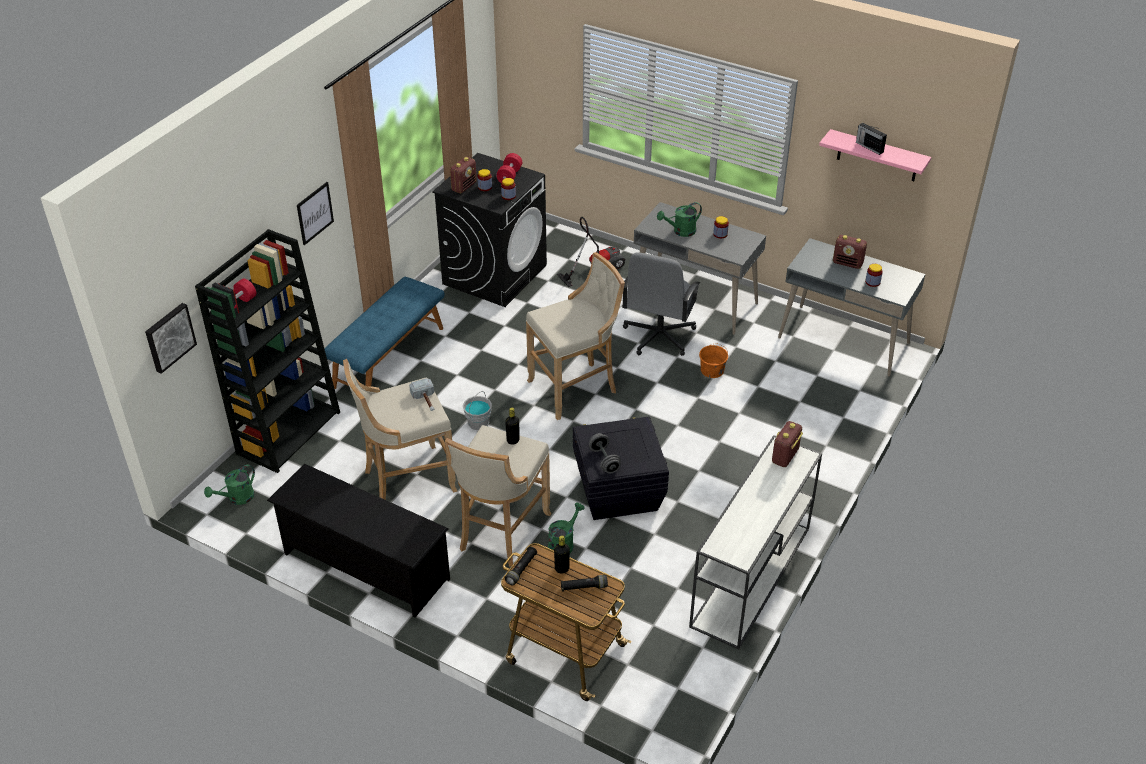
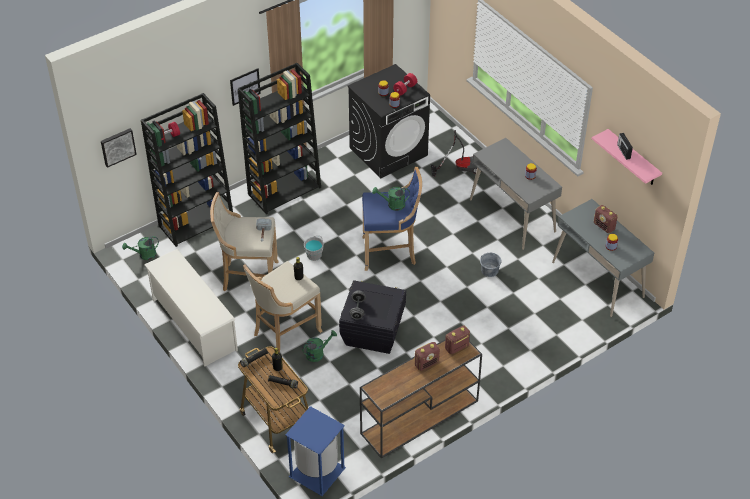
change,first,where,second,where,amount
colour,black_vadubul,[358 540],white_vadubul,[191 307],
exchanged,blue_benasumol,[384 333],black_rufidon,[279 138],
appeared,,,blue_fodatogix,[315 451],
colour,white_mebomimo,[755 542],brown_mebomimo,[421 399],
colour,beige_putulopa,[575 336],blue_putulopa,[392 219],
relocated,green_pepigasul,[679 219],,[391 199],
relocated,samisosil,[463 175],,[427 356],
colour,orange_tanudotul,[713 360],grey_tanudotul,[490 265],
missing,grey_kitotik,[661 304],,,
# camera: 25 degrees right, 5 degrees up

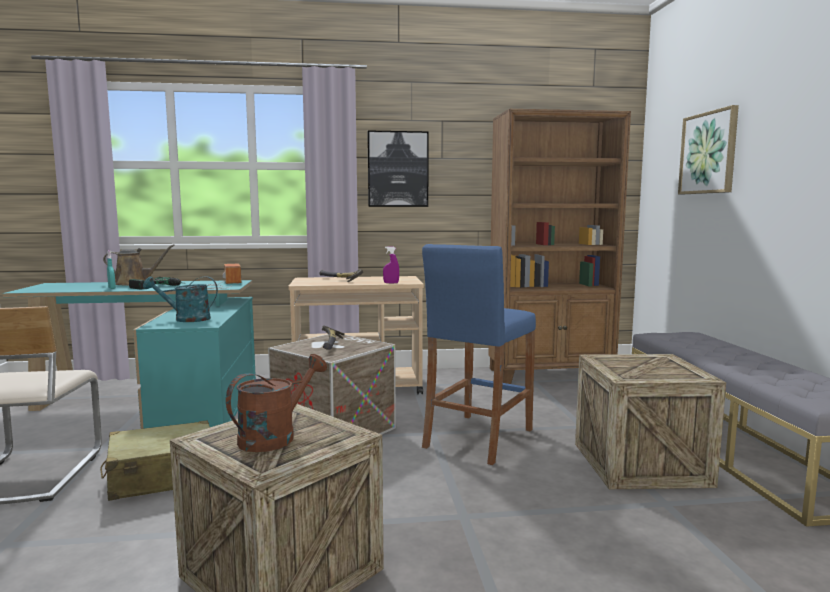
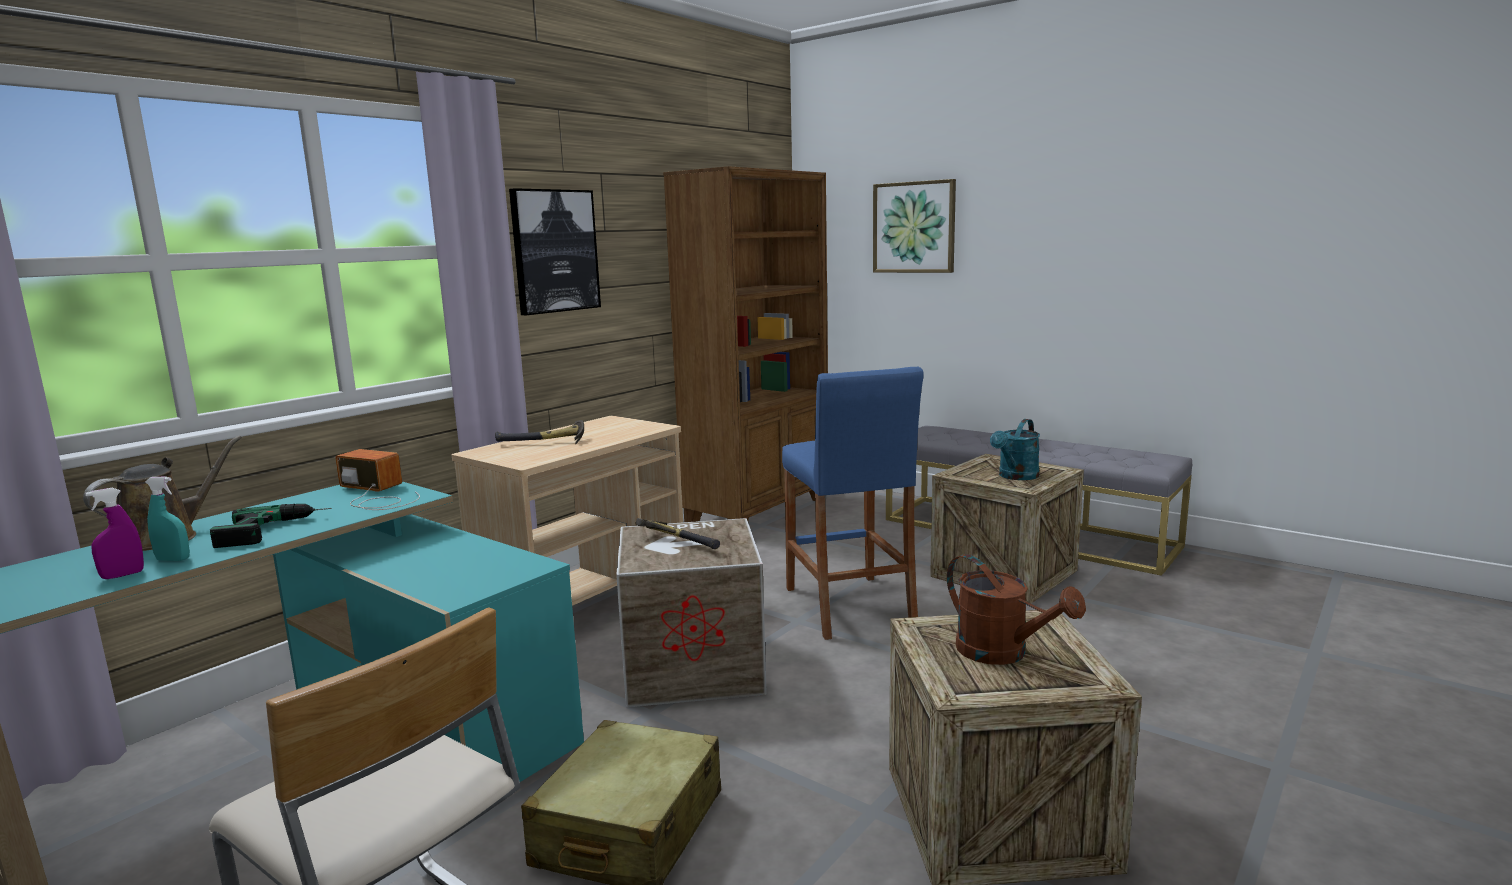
change,first,where,second,where,amount
relocated,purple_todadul,[391 264],,[114 533],
spun,brown_pepigasul,[276 403],,[1016 609],150 degrees clockwise
relocated,turquoise_pepigasul,[180 299],,[1015 449],
# camera: 45 degrees left, 5 degrees up

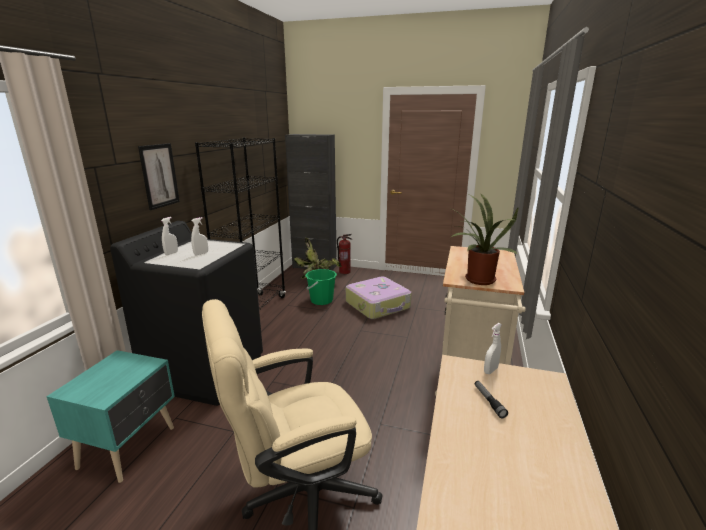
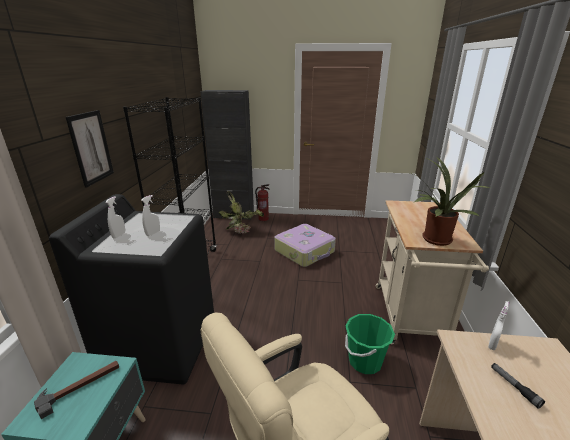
change,first,where,second,where,amount
appeared,,,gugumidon,[76 390],
relocated,green_tanudotul,[321 287],,[370 344],
# camera: 10 degrees left, 5 degrees up

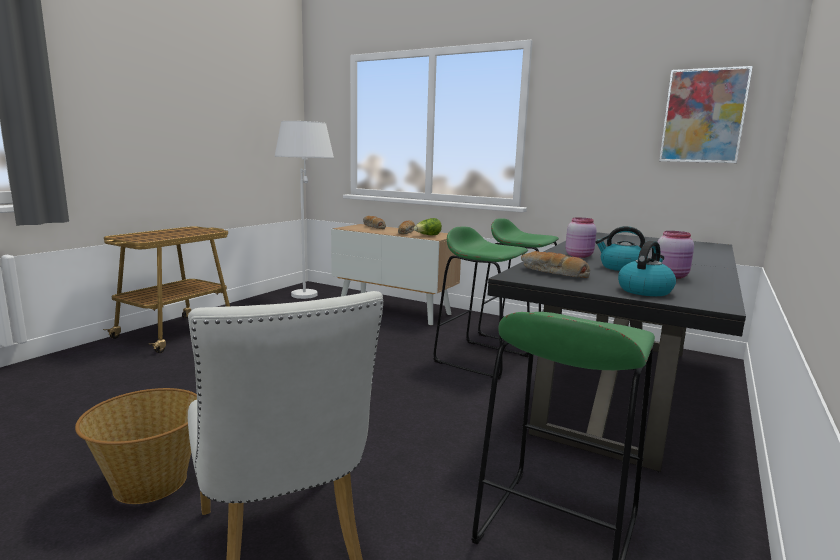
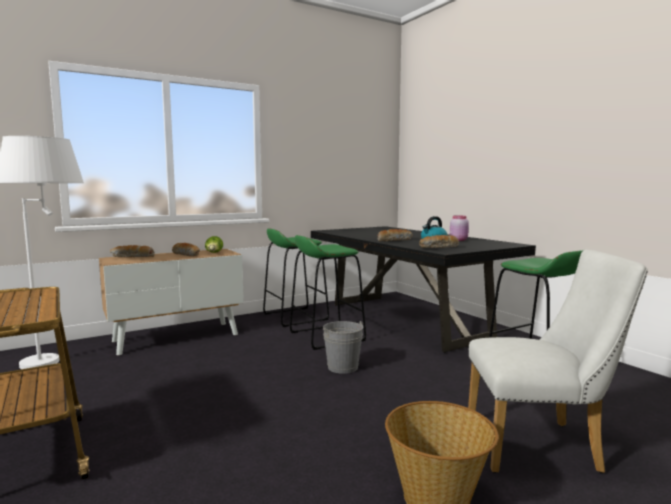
change,first,where,second,where,amount
appeared,,,grey_tanudotul,[343 347],
exchanged,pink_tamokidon,[581 238],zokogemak,[394 235],
missing,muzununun,[647 268],,,
missing,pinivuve,[706 114],,,
# camera: 60 degrees left, 5 degrees down

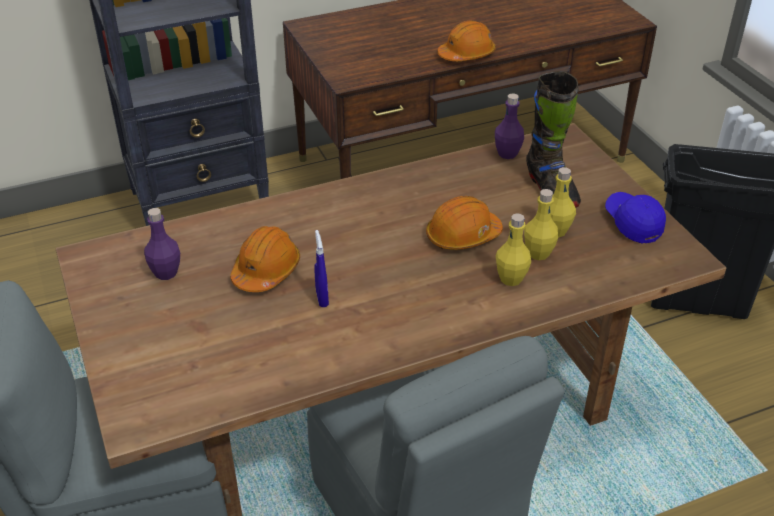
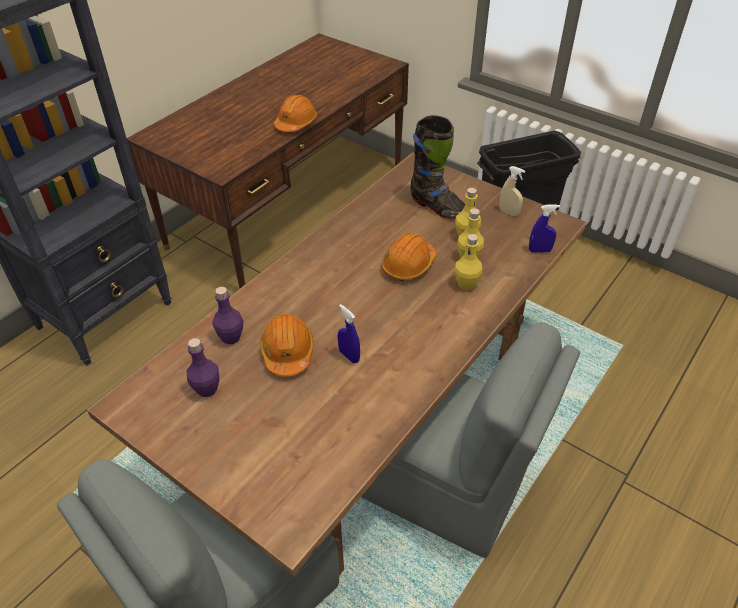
change,first,where,second,where,amount
relocated,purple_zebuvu,[509 126],,[227 315],
exchanged,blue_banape,[635 218],beige_todadul,[512 191],
appeared,,,blue_todadul,[544 228],
# camera: 30 degrees left, 5 degrees up

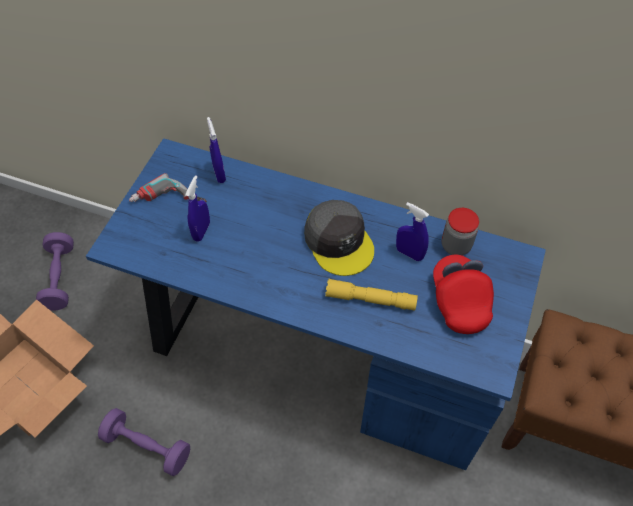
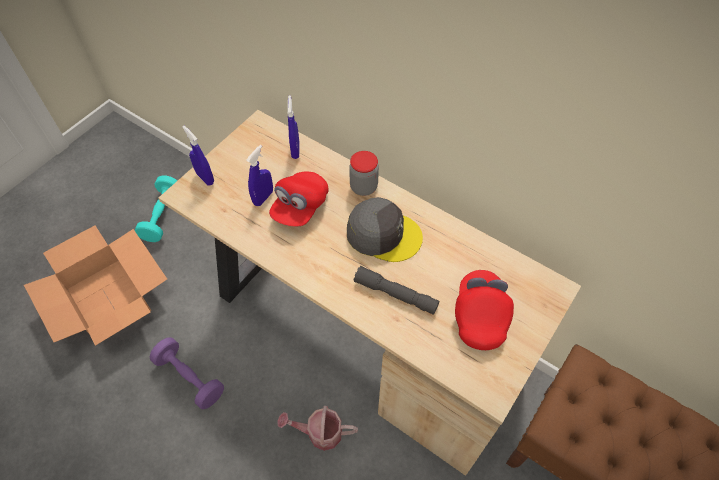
change,first,where,second,where,amount
colour,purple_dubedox,[55 271],turquoise_dubedox,[156 209],
colour,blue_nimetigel,[316 304],beige_nimetigel,[370 293],
relocated,blue_todadul,[412 231],,[198 156],
appeared,,,red_banape,[298 199],
appeared,,,pepigasul,[317 428],
spun,grey_banape,[339 238],,[385 229],60 degrees counterclockwise
relocated,tamokidon,[460 232],,[364 173],
colour,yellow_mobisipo,[371 295],grey_mobisipo,[396 290],
missing,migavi,[168 187],,,
# camera: 15 degrees right, 0 degrees up

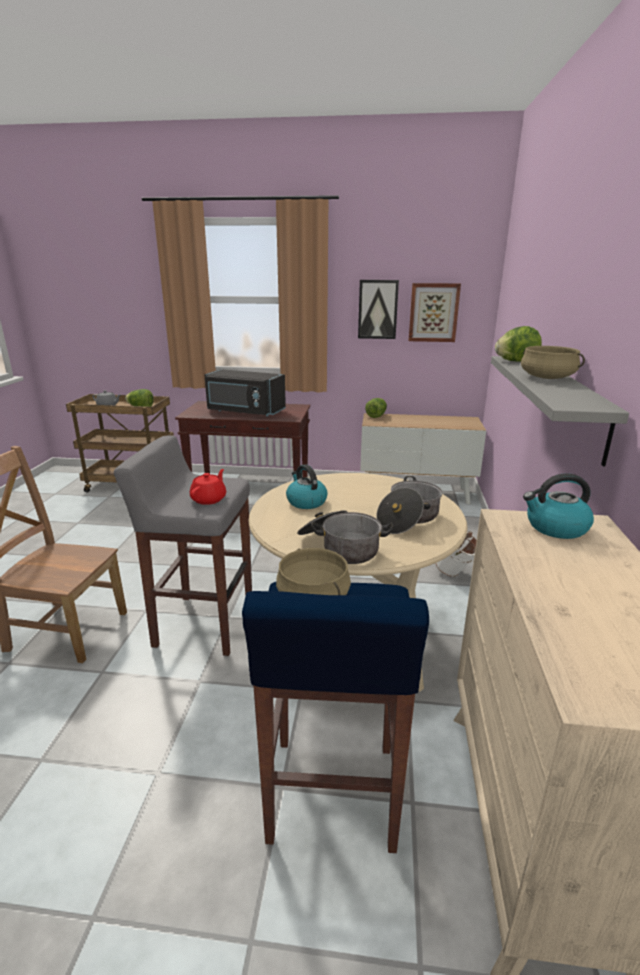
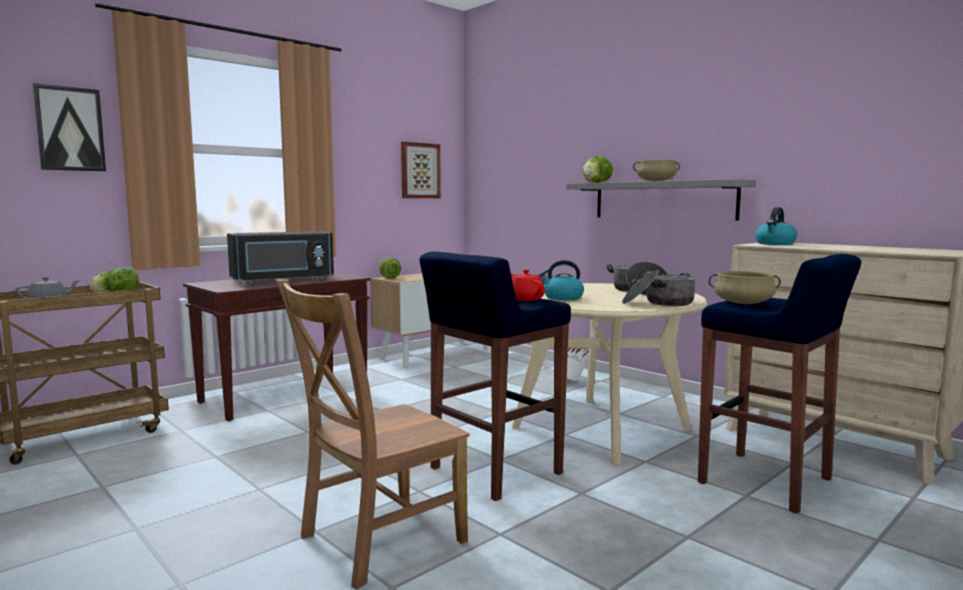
change,first,where,second,where,amount
relocated,pinivuve,[378 309],,[69 127],
colour,grey_putulopa,[183 545],blue_putulopa,[495 376],
# camera: 50 degrees left, 15 degrees down

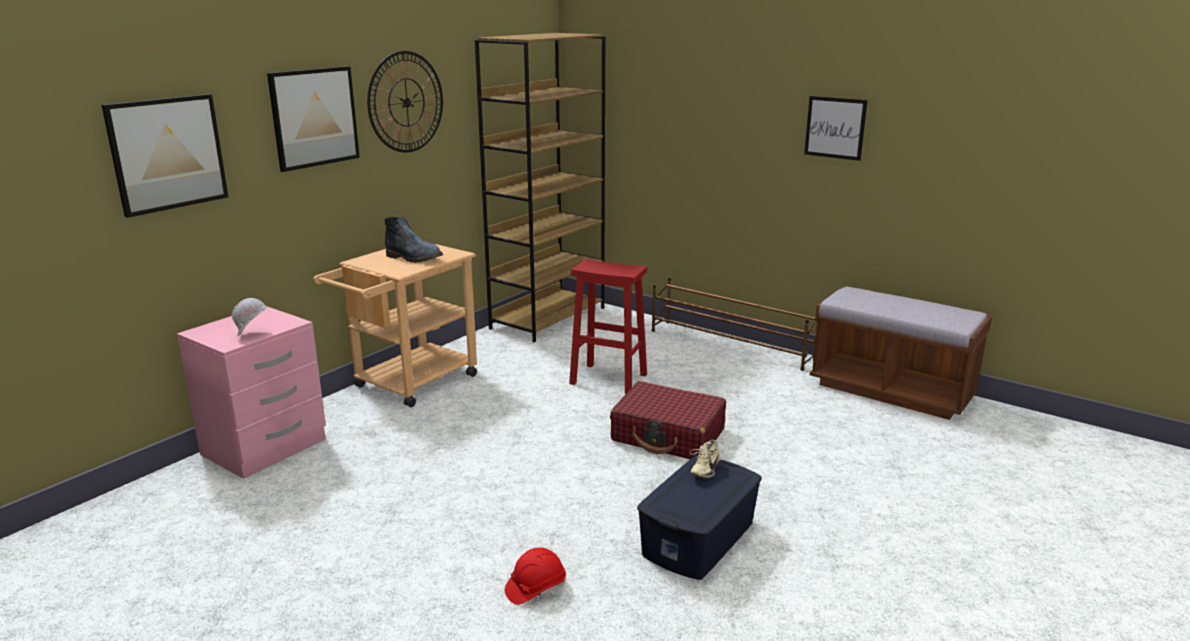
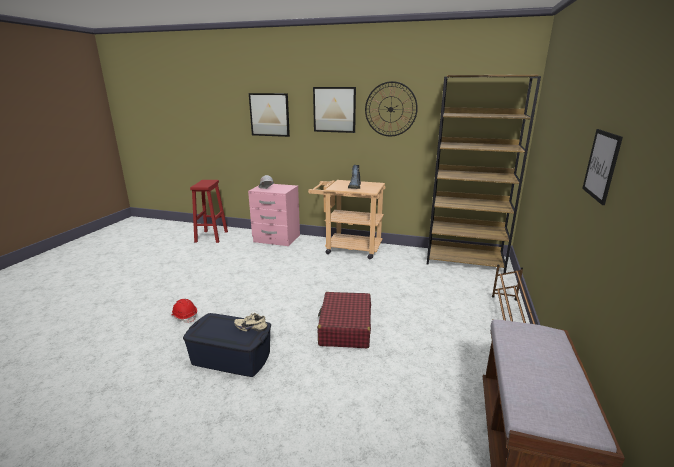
change,first,where,second,where,amount
relocated,red_putulopa,[608 326],,[209 211],
# camera: 70 degrees right, 0 degrees up

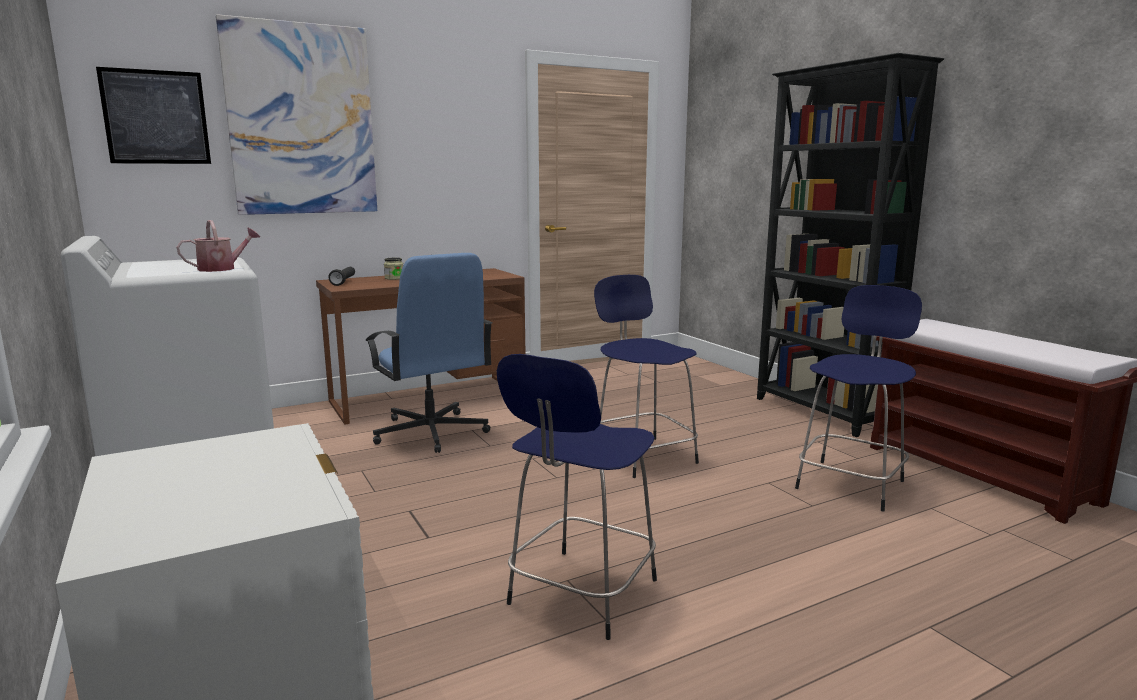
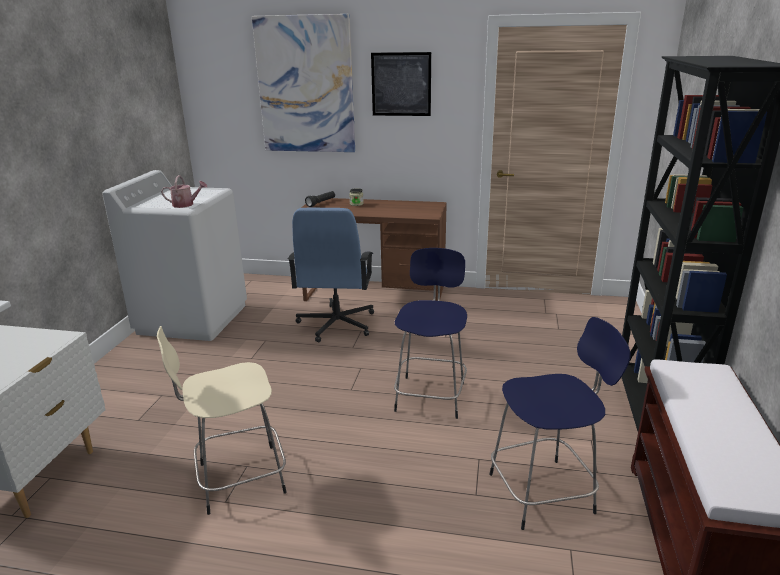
change,first,where,second,where,amount
colour,blue_putulopa,[577 497],beige_putulopa,[222 420],
relocated,pinivuve,[153 115],,[401 84],
# camera: 40 degrees right, 10 degrees up

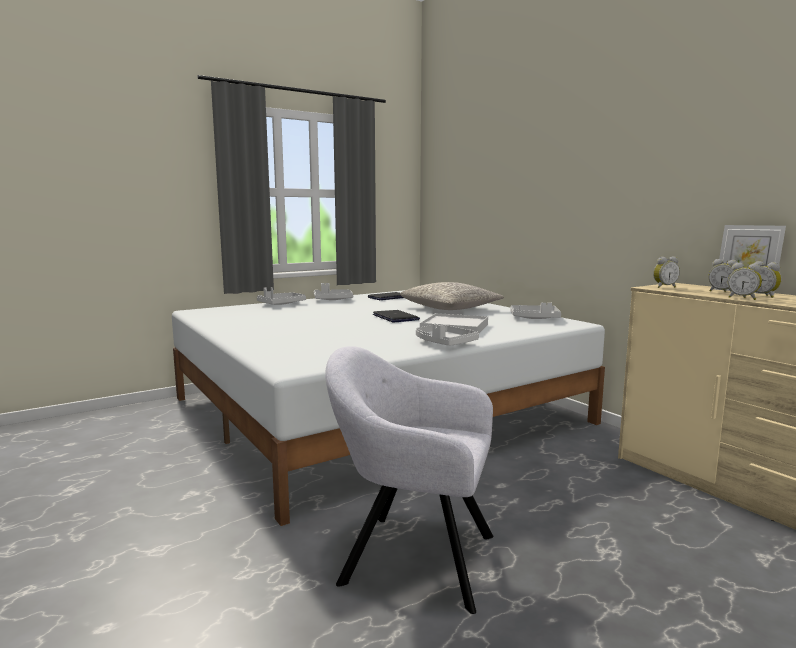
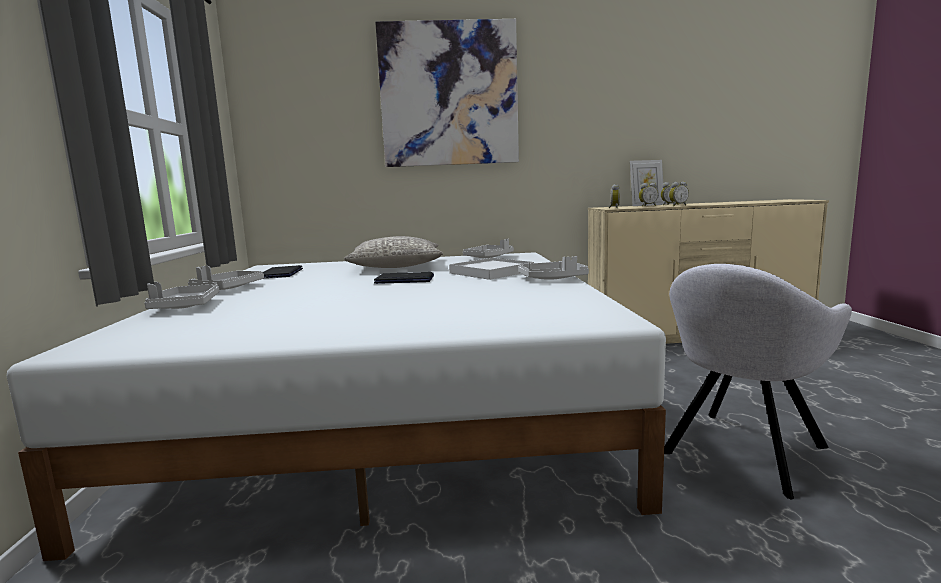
change,first,where,second,where,amount
appeared,,,pinivuve,[447 93],
# camera: 60 degrees left, 0 degrees up

